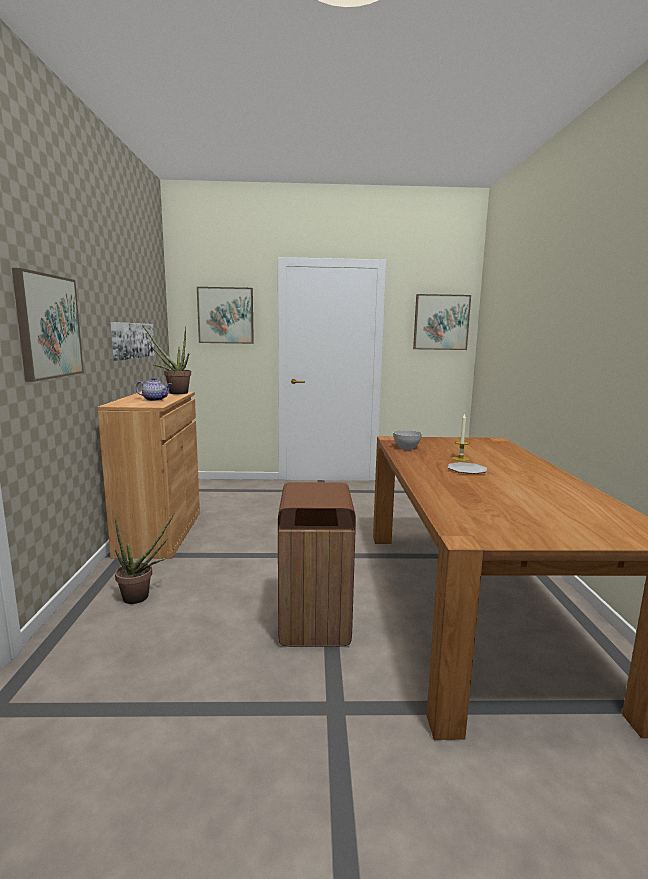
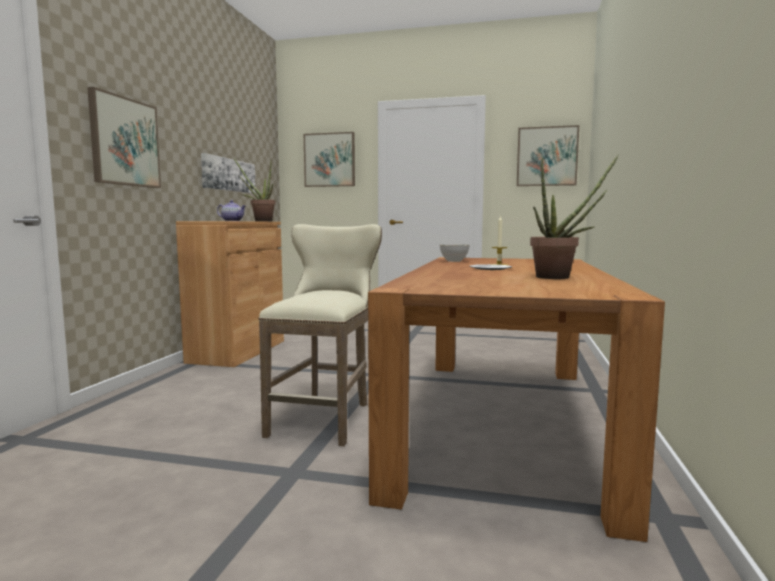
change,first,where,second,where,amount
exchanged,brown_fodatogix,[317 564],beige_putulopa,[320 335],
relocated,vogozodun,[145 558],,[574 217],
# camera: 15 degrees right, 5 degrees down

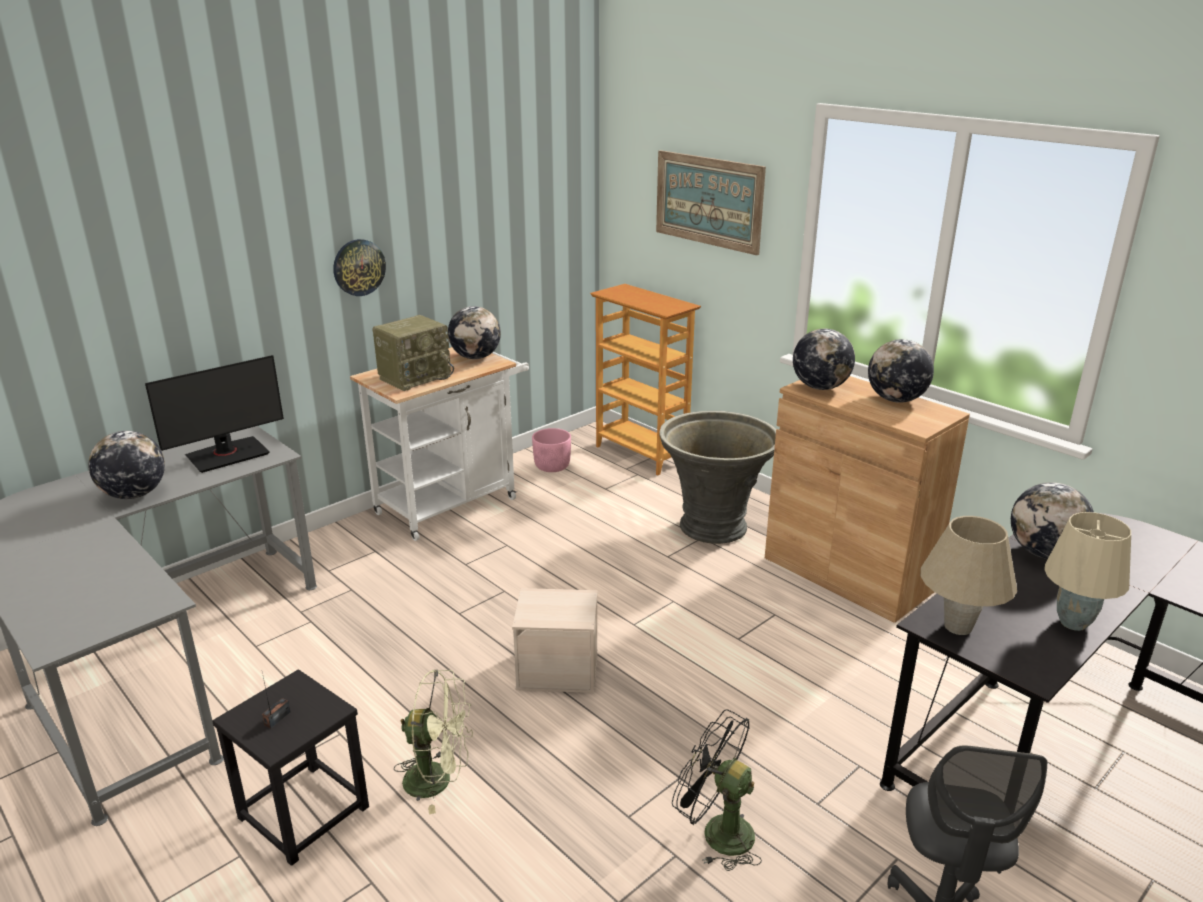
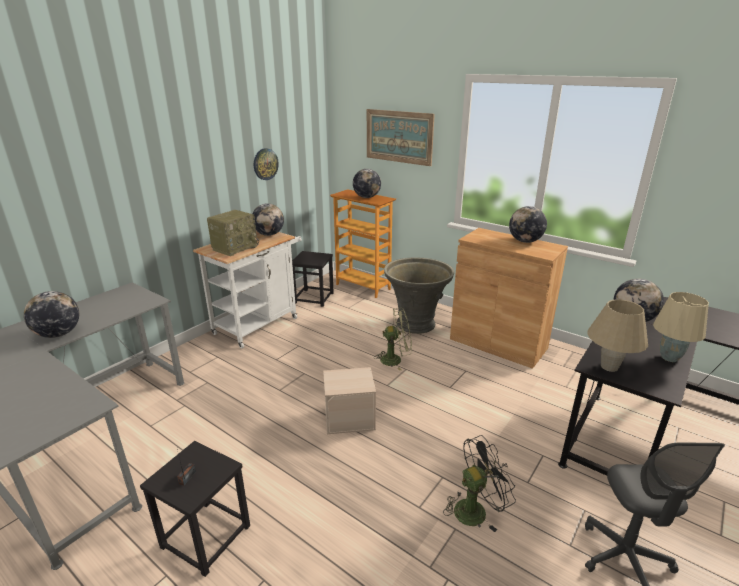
change,first,where,second,where,amount
relocated,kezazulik,[359 267],,[266 164],
exchanged,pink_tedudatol,[551 450],black_putulopa,[313 279],
relocated,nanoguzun,[824 359],,[367 183],
relocated,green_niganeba,[433 742],,[393 339],
spun,black_niganeba,[717 790],,[479 483],135 degrees clockwise
missing,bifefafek,[214 414],,,
# camera: 10 degrees left, 0 degrees up

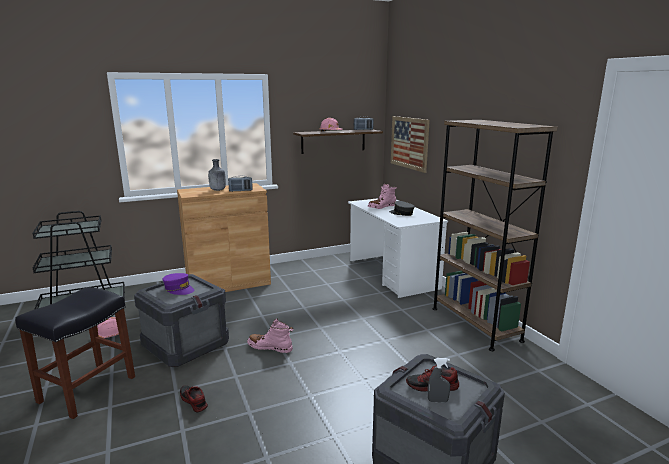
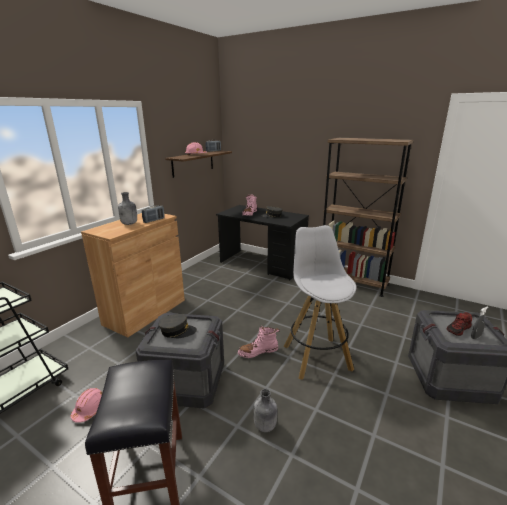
change,first,where,second,where,amount
colour,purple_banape,[178 284],grey_banape,[177 326],
colour,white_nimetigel,[398 248],black_nimetigel,[262 242],
exchanged,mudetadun,[194 399],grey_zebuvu,[265 410],
appeared,,,white_putulopa,[320 302],
missing,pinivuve,[410 144],,,
# camera: 35 degrees left, 5 degrees up

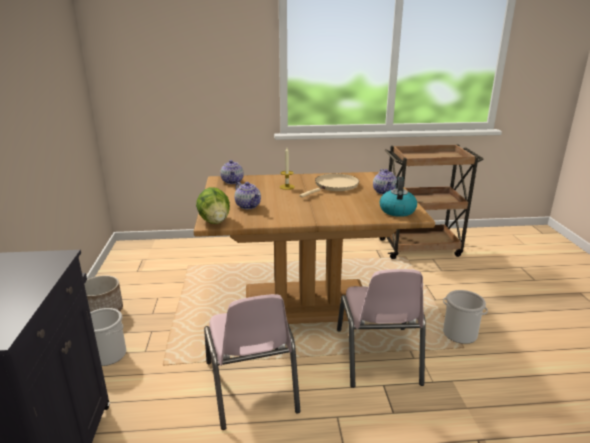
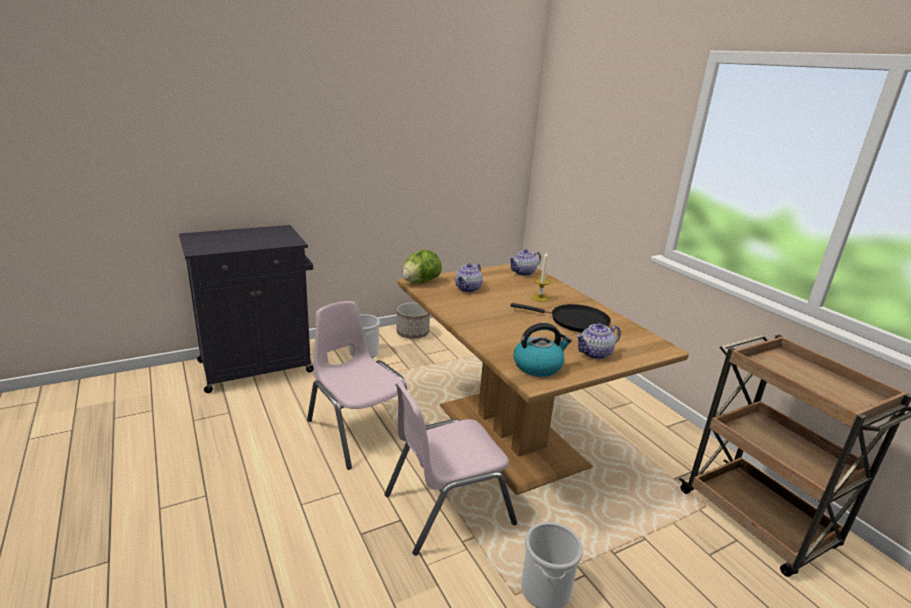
change,first,where,second,where,amount
spun,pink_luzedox,[252 362],,[357 385],90 degrees clockwise
colour,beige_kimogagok,[329 185],black_kimogagok,[560 318],
# camera: 65 degrees right, 0 degrees up

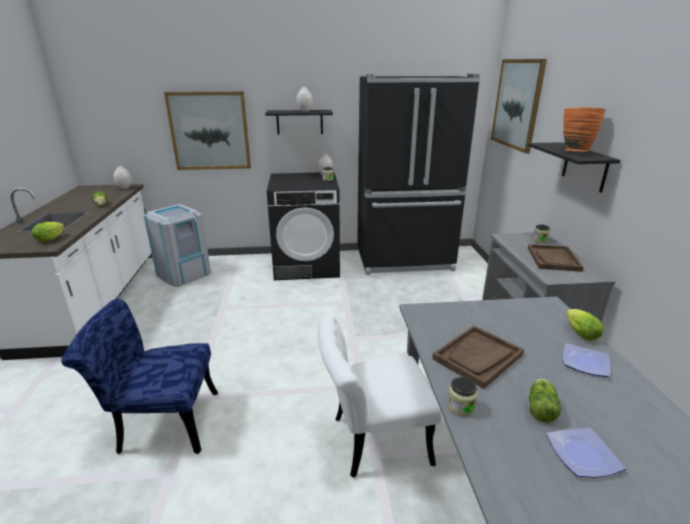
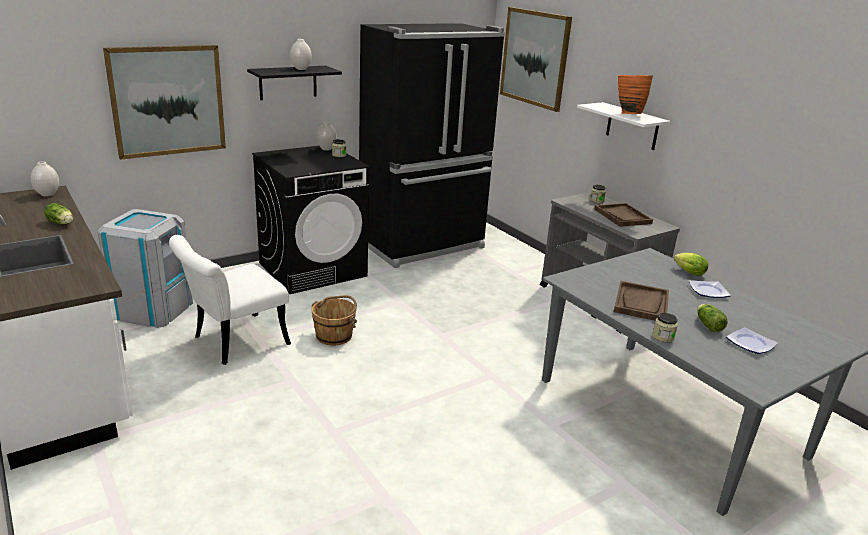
change,first,where,second,where,amount
relocated,white_luzedox,[380 396],,[230 300],
appeared,,,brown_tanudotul,[334 320],
colour,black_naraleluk,[574 167],white_naraleluk,[623 126],
missing,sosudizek,[48 232],,,
missing,blue_luzedox,[139 376],,,
# camera: 30 degrees left, 0 degrees up

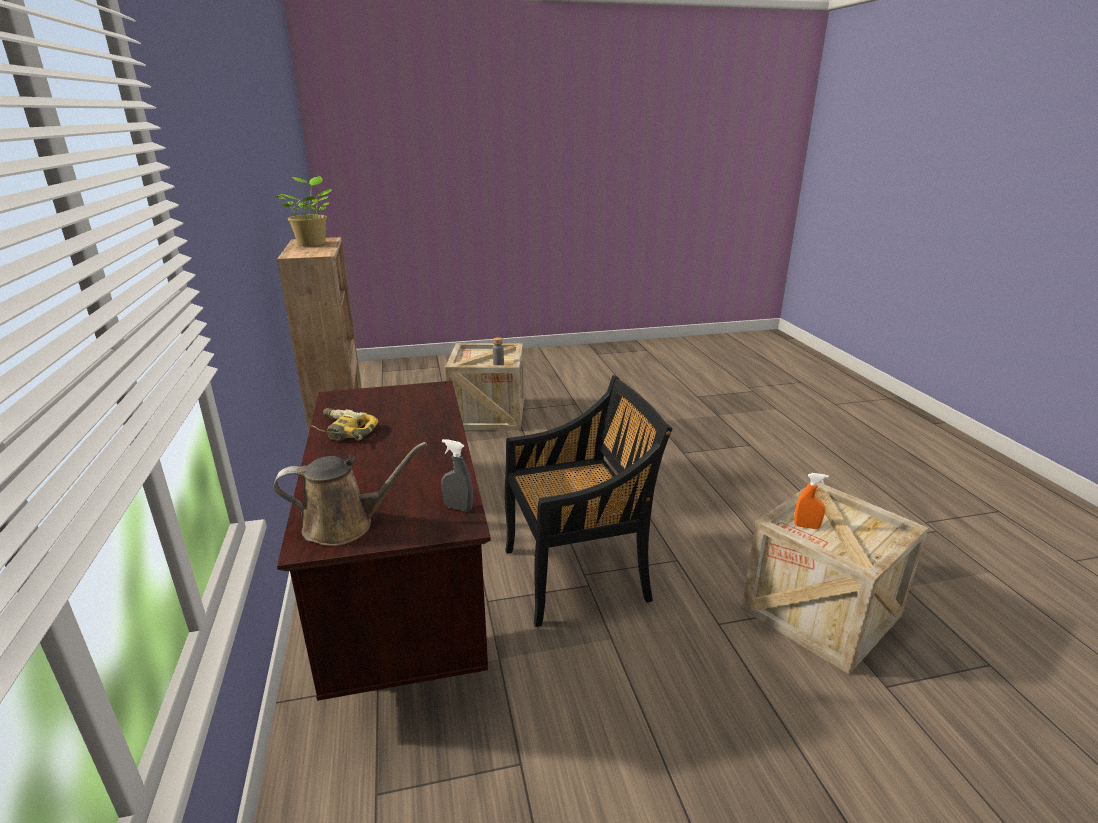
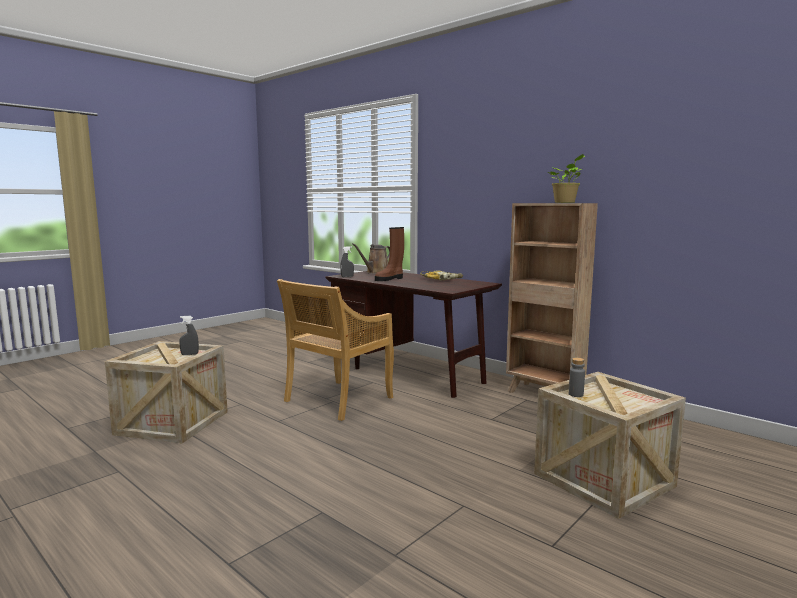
change,first,where,second,where,amount
colour,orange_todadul,[811 501],grey_todadul,[189 335],
colour,black_luzedox,[589 501],beige_luzedox,[335 350],
appeared,,,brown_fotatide,[389 254],
# camera: 145 degrees right, 15 degrees down

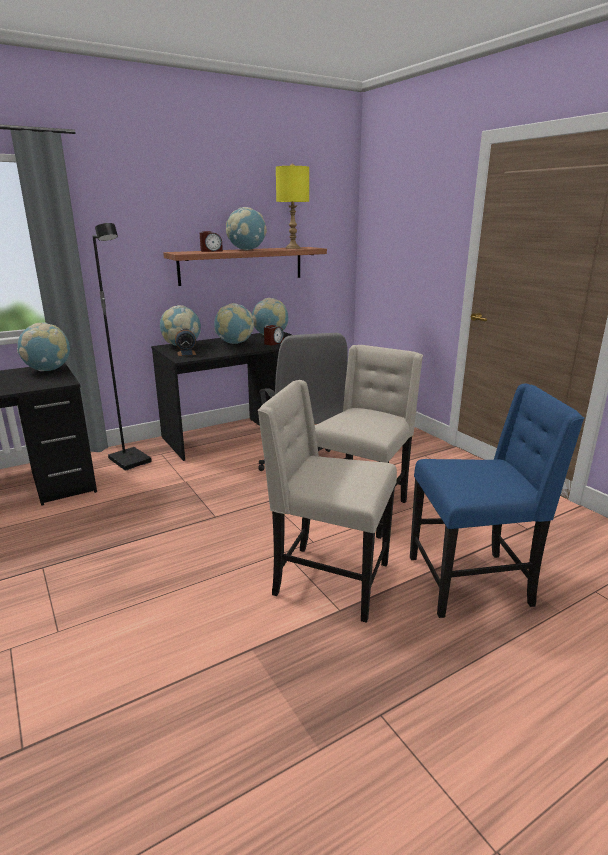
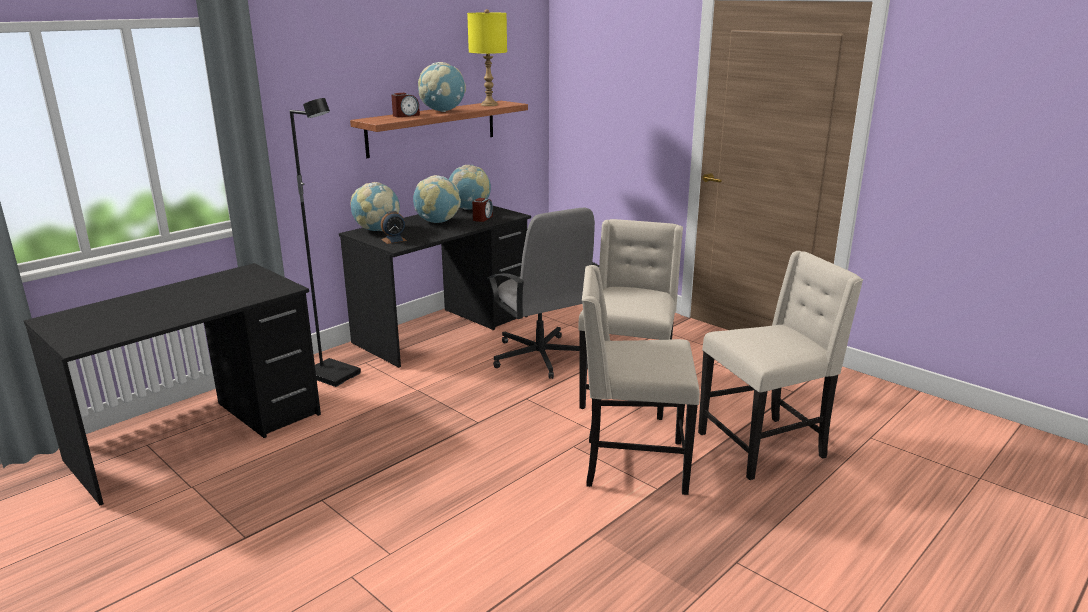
change,first,where,second,where,amount
colour,blue_luzedox,[497 501],beige_luzedox,[780 365],
missing,nanoguzun,[43 347],,,
# camera: 15 degrees left, 0 degrees up

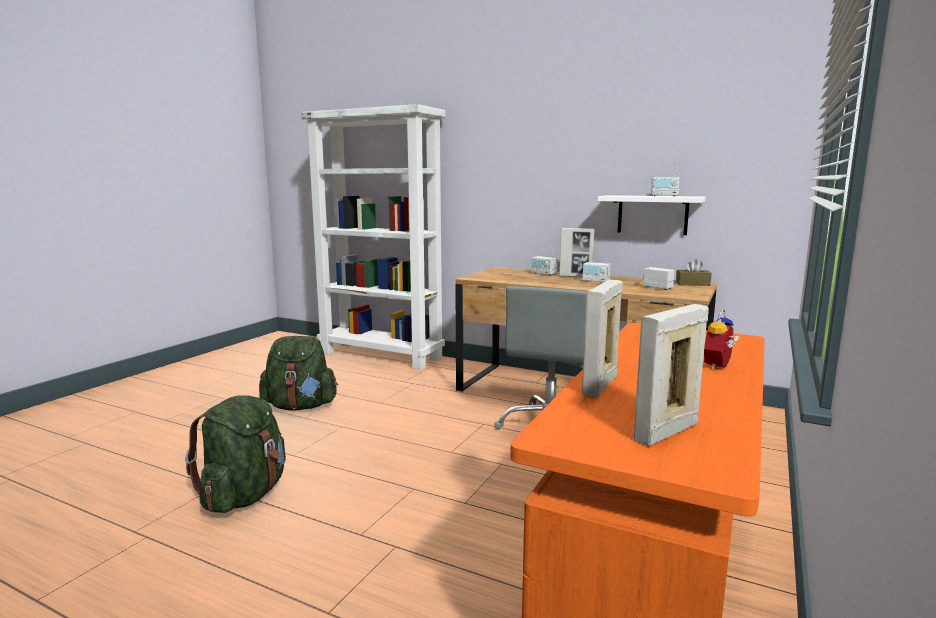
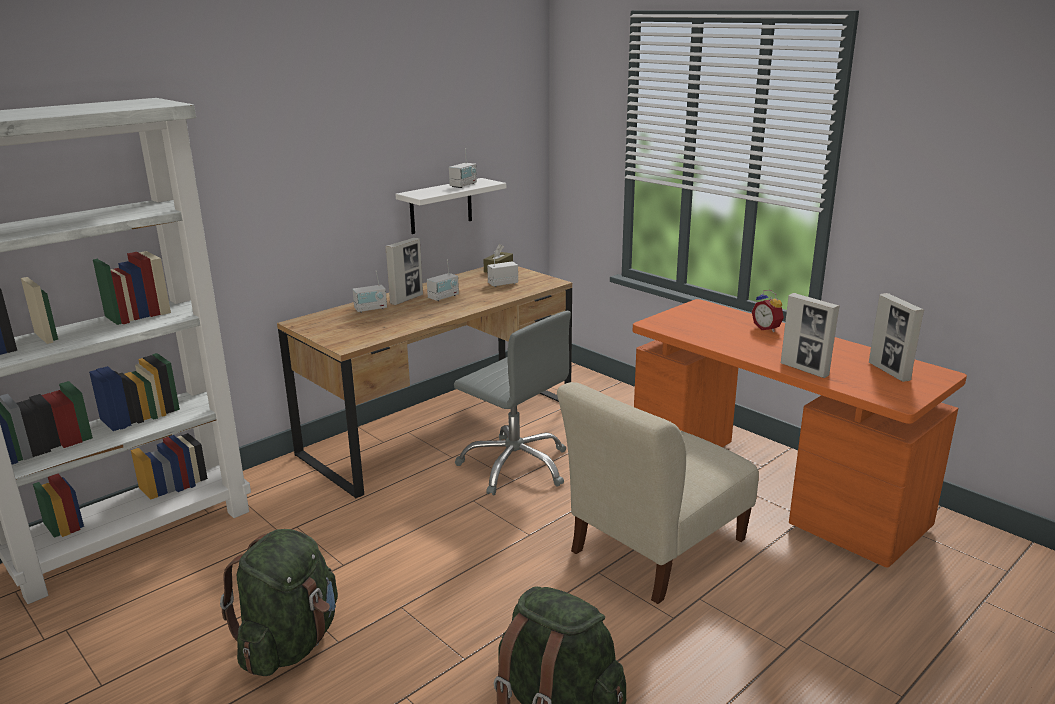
change,first,where,second,where,amount
appeared,,,beige_luzedox,[658 493],
# camera: 70 degrees left, 10 degrees up

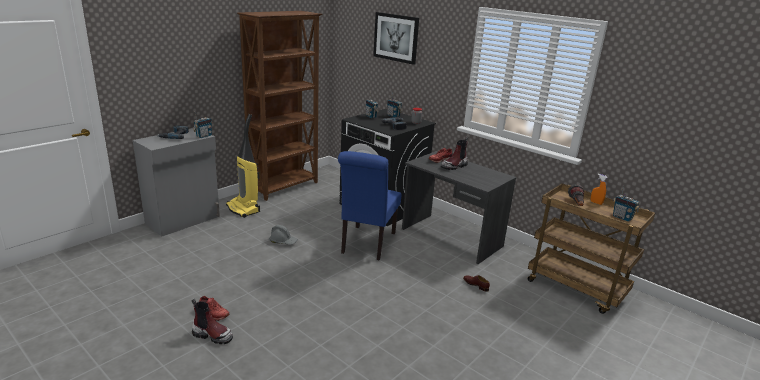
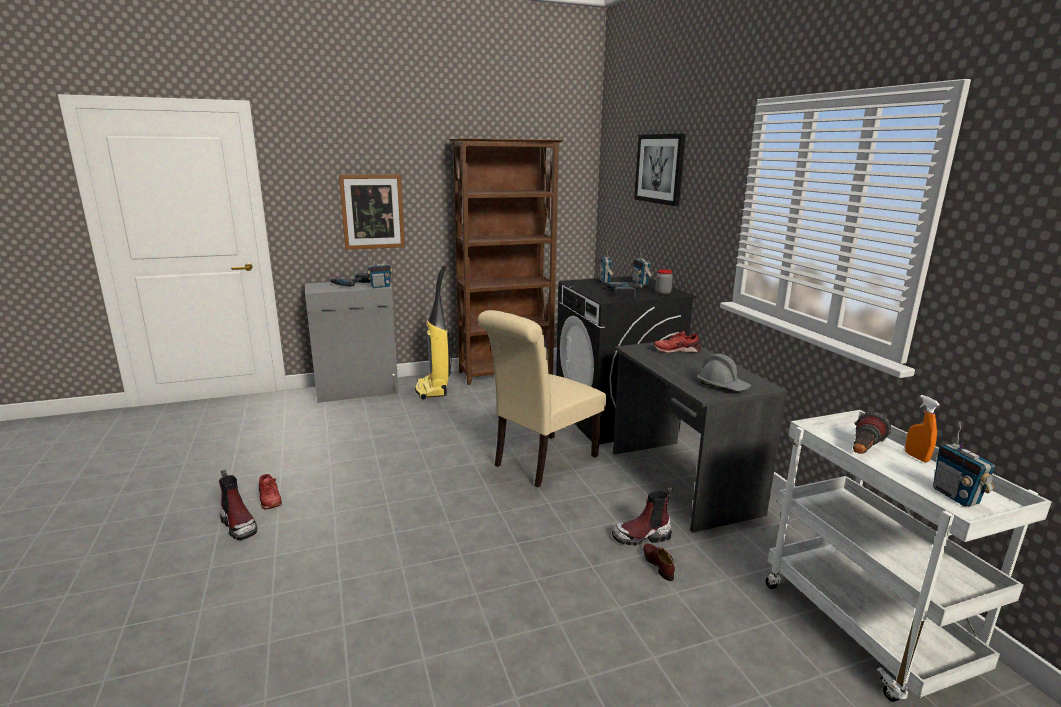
change,first,where,second,where,amount
appeared,,,pinivuve,[372 212],
colour,blue_luzedox,[369 205],beige_luzedox,[542 399],
relocated,fotatide,[454 153],,[642 516],
relocated,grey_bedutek,[283 235],,[724 372],
colour,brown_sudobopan,[591 248],white_sudobopan,[909 556],
# camera: 30 degrees right, 5 degrees down

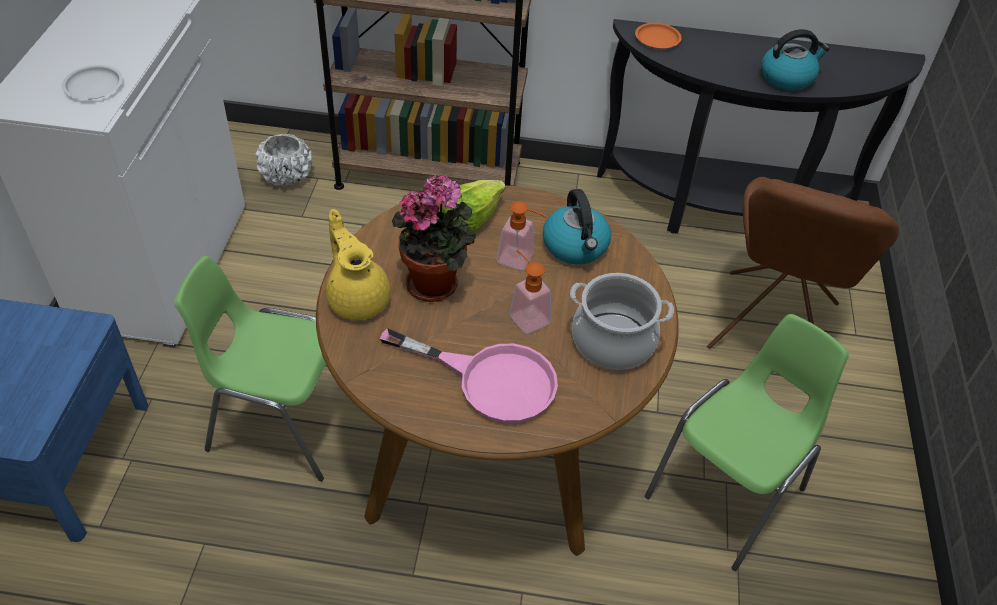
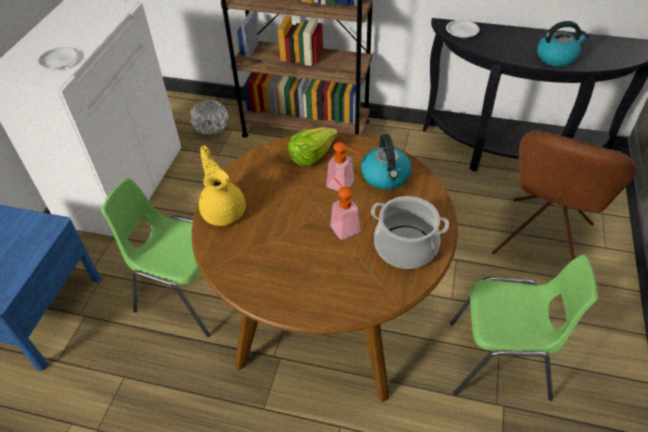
change,first,where,second,where,amount
colour,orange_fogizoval,[658 36],white_fogizoval,[463 29],
spun,green_luzedox,[747 442],,[524 328],45 degrees clockwise
missing,pink_kimogagok,[469 375],,,
missing,vogozodun,[434 238],,,
# camera: 10 degrees right, 0 degrees up

